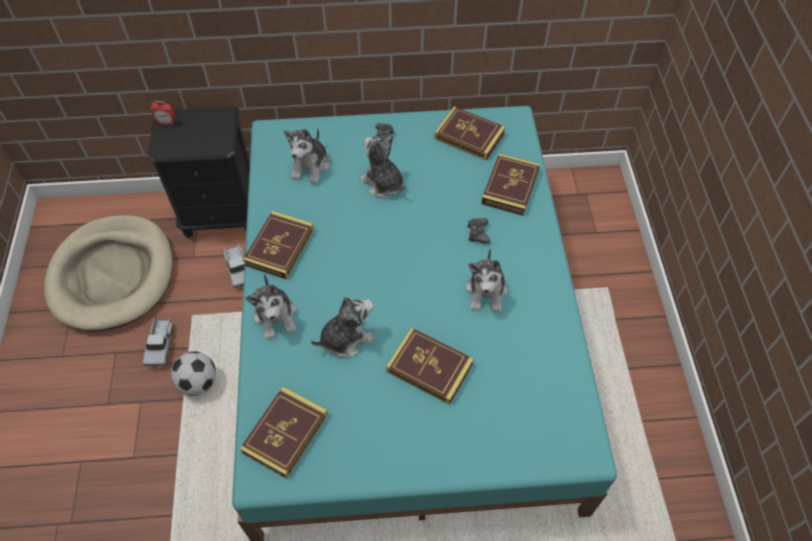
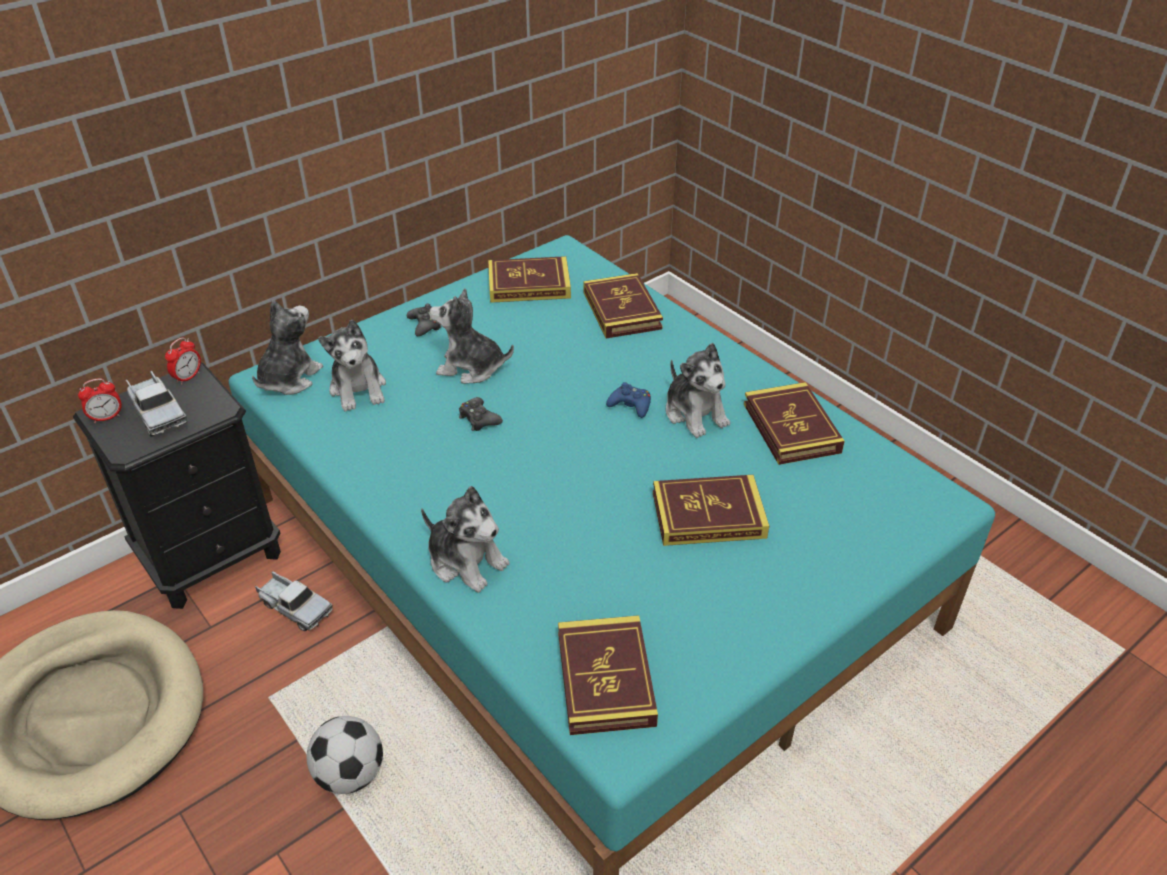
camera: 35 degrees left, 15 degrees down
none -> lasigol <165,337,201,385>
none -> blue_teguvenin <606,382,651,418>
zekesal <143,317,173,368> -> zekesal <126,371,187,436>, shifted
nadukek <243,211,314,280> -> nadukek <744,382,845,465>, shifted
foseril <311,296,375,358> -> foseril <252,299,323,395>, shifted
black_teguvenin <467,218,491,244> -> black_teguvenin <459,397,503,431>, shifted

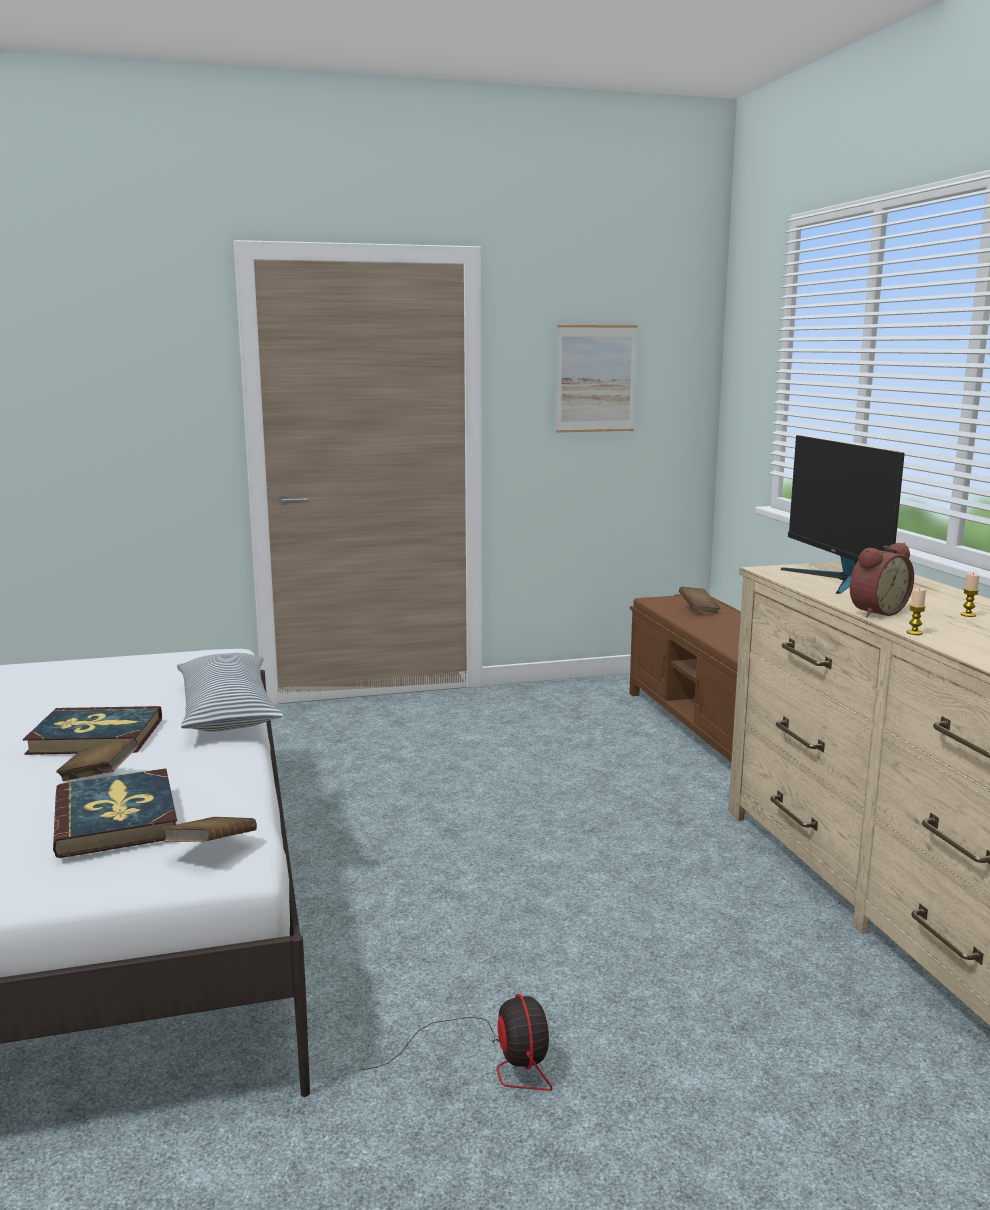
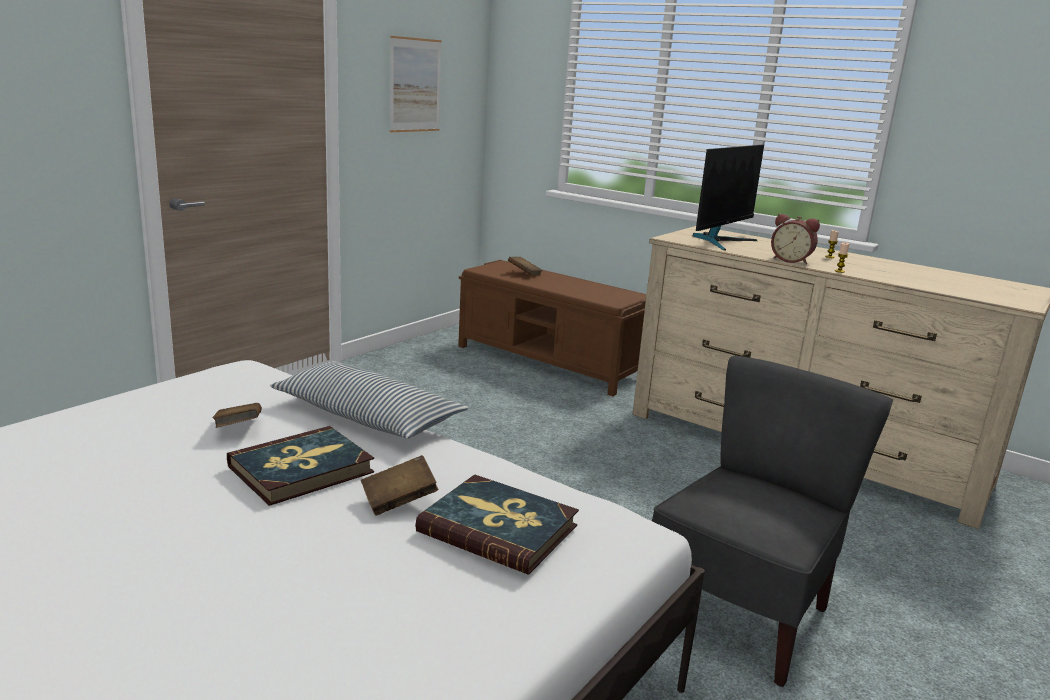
camera: 40 degrees left, 5 degrees up
brown_nadukek <163,817,257,842> -> brown_nadukek <212,403,262,428>, shifted
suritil <358,994,552,1091> -> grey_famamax <652,356,893,687>
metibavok <780,435,905,594> -> metibavok <693,145,764,251>, 90 degrees counterclockwise
lasigol <850,543,914,617> -> lasigol <771,214,820,265>, 105 degrees clockwise

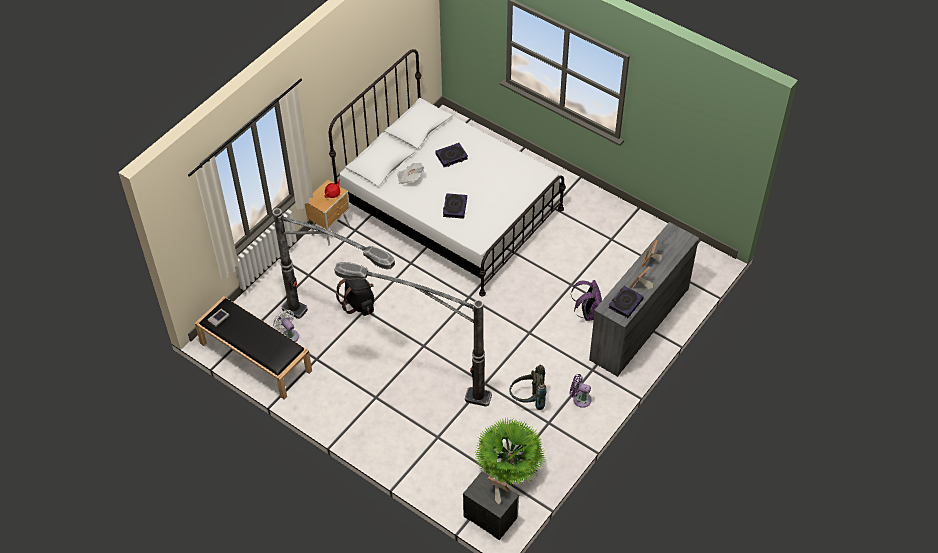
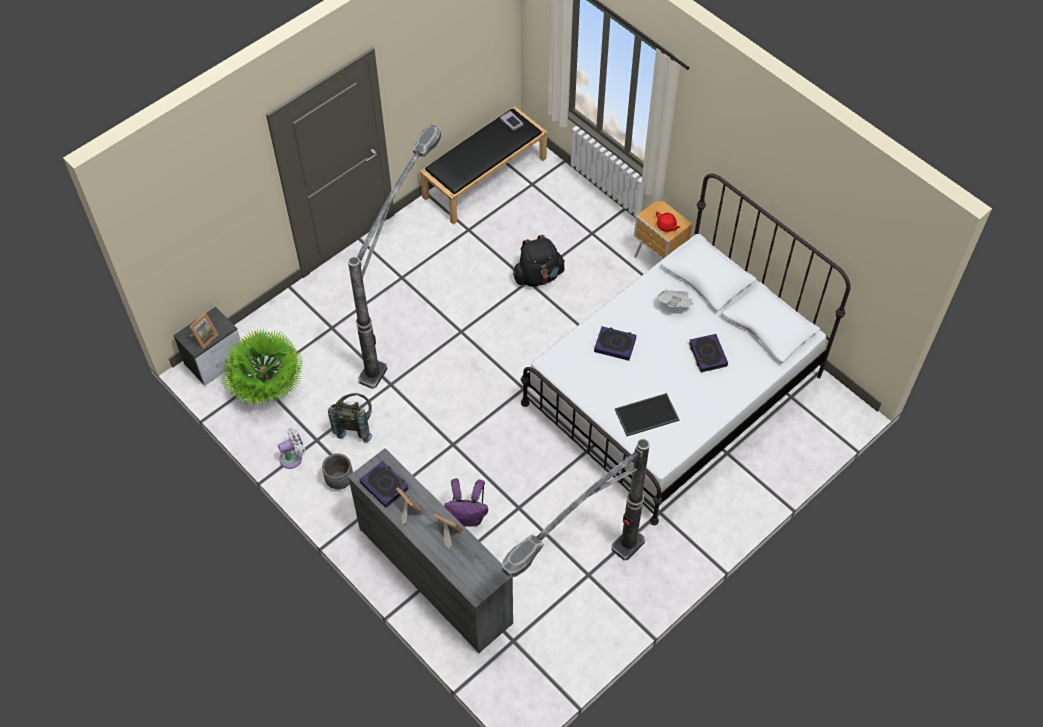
camera: 100 degrees right, 5 degrees up
none -> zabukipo <615,393,679,436>
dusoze <273,208,395,319> -> dusoze <502,438,650,578>, shifted
white_suritil <273,310,299,342> -> white_suritil <278,427,306,469>, shifted
purple_suritil <570,374,592,408> -> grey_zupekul <322,453,353,489>

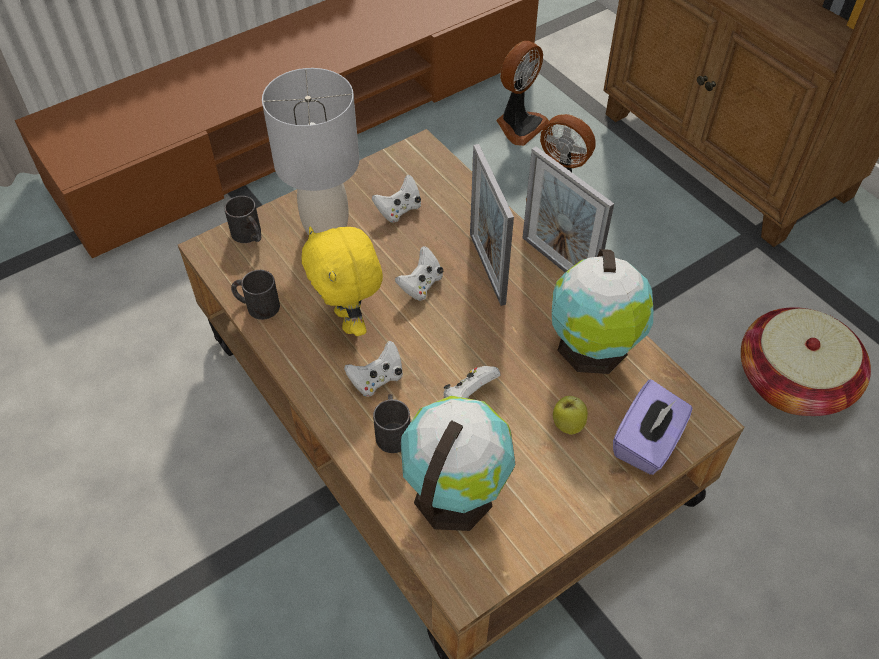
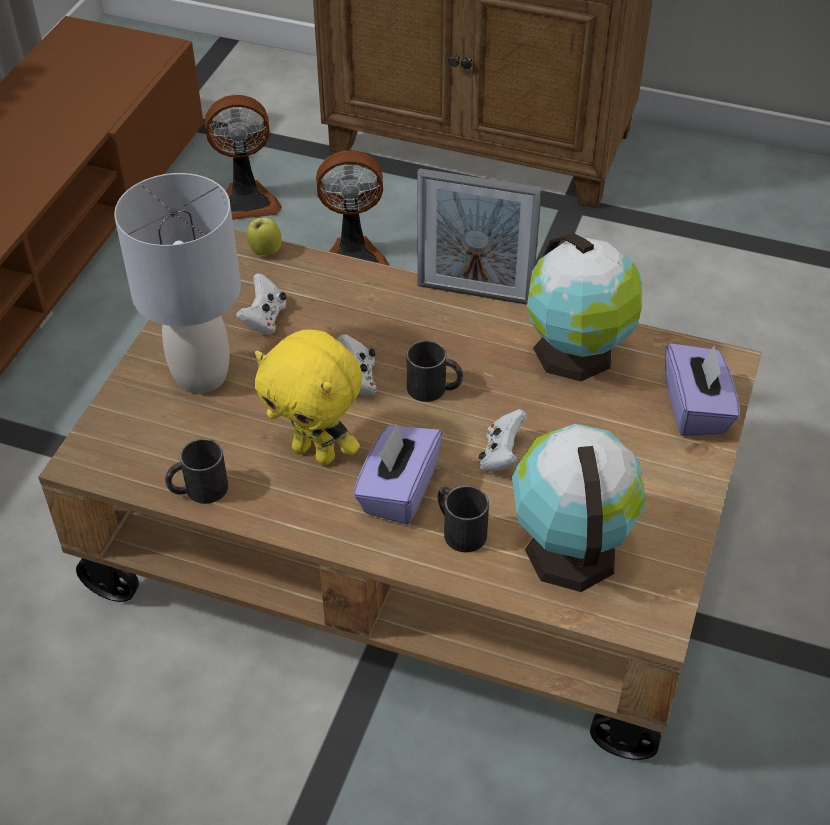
camera: 35 degrees left, 5 degrees down
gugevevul <470,144,514,306> -> none
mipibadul <741,307,871,416> -> none
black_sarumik <224,196,261,243> -> black_sarumik <407,340,463,402>, shifted
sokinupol <553,396,588,435> -> sokinupol <246,215,281,256>, shifted
white_teguvenin <344,341,403,397> -> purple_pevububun <353,424,442,525>
suritil <496,41,549,146> -> suritil <205,95,282,220>, 75 degrees clockwise

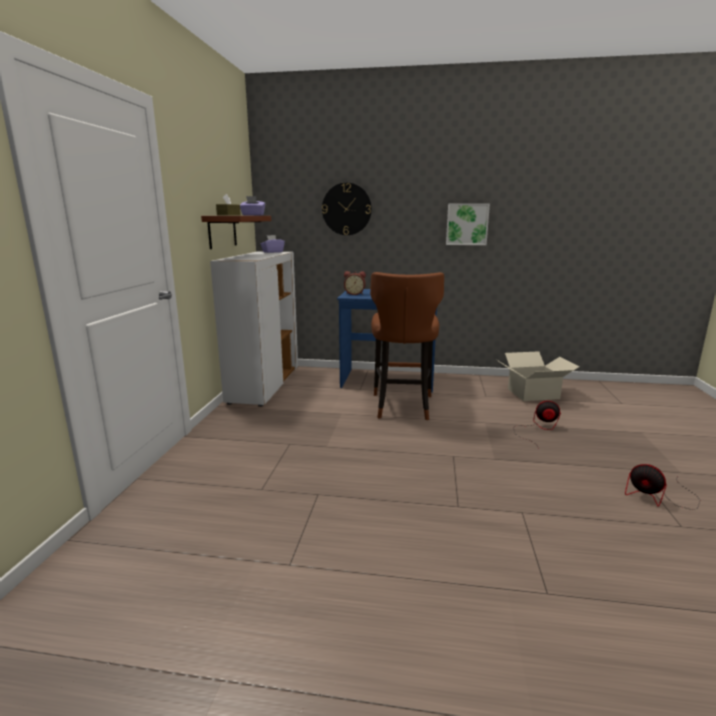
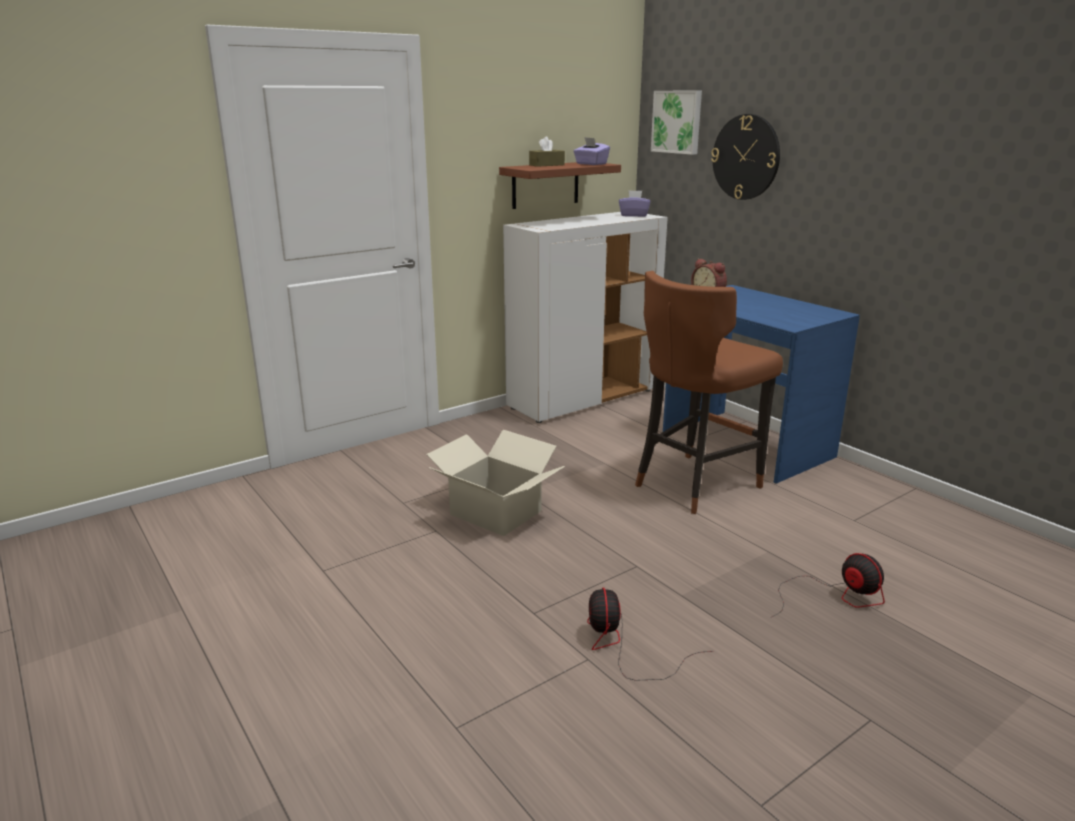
camera: 45 degrees right, 5 degrees up
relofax <446,203,490,245> -> relofax <651,90,702,155>, shifted
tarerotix <497,351,579,401> -> tarerotix <426,430,565,536>, shifted
suritil <625,464,700,510> -> suritil <587,588,713,681>, shifted

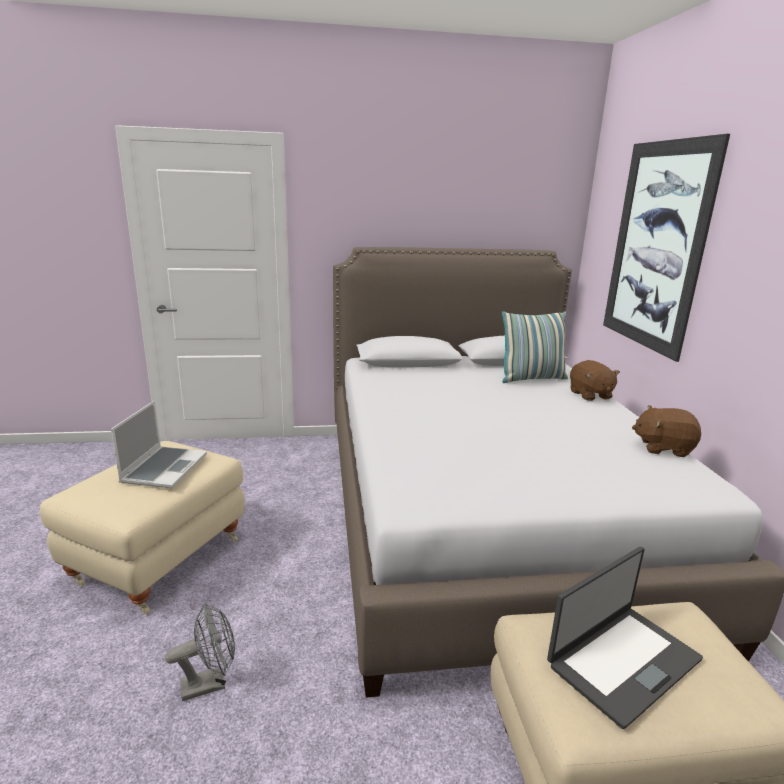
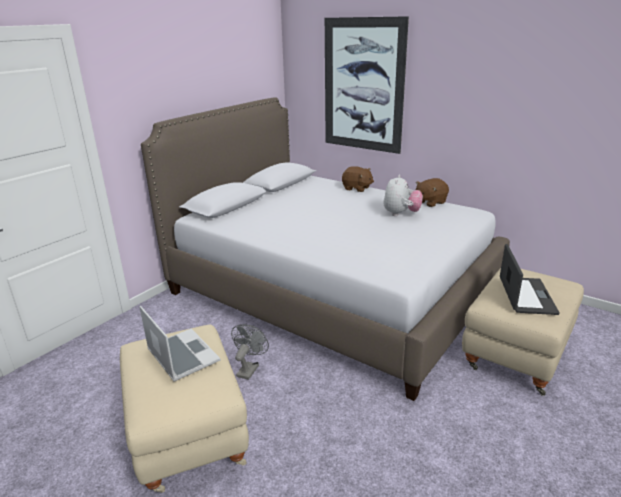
camera: 45 degrees left, 5 degrees up
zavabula <502,311,568,383> -> none
none -> foseril <384,175,423,216>
grey_suritil <165,603,235,701> -> grey_suritil <231,324,269,380>, shifted

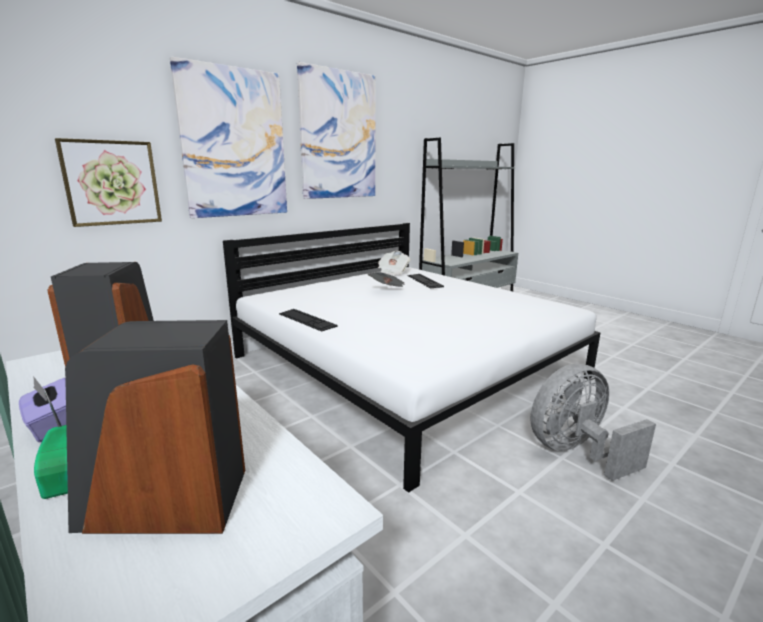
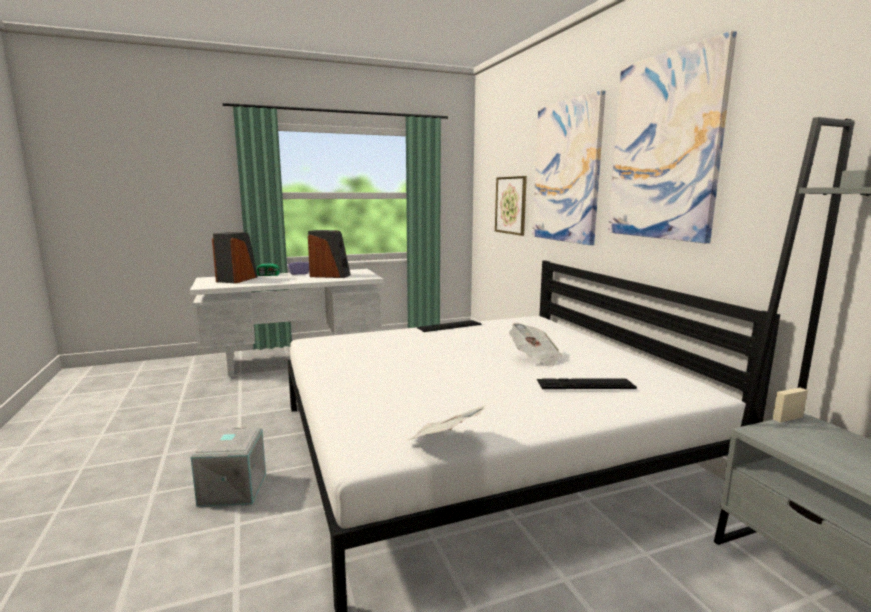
camera: 110 degrees right, 5 degrees down
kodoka <378,251,410,275> -> kodoka <406,405,485,441>, shifted
grey_suritil <530,363,656,481> -> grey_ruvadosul <191,427,266,507>

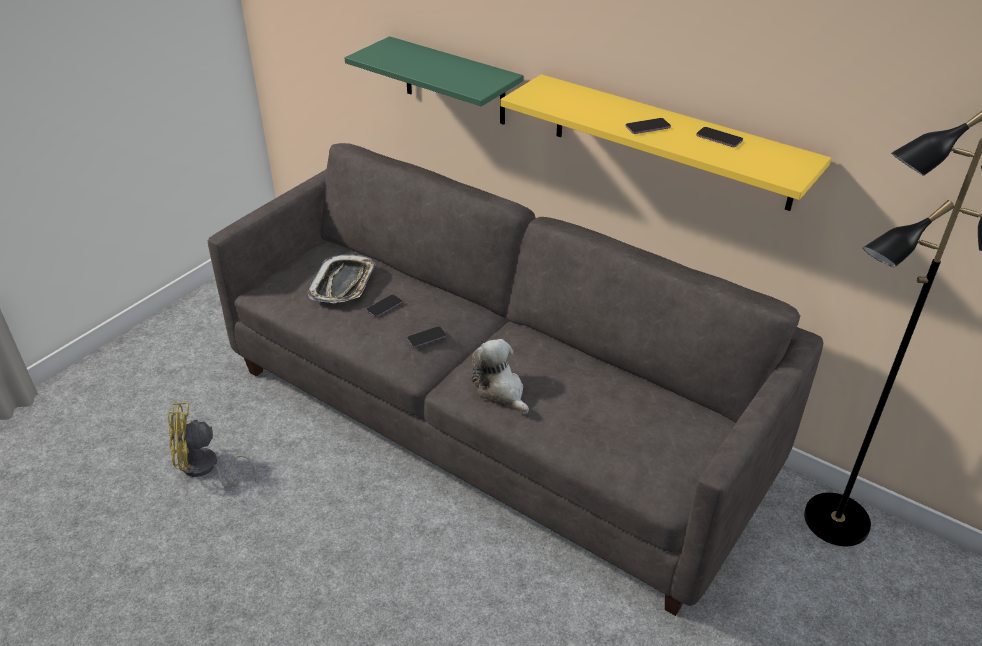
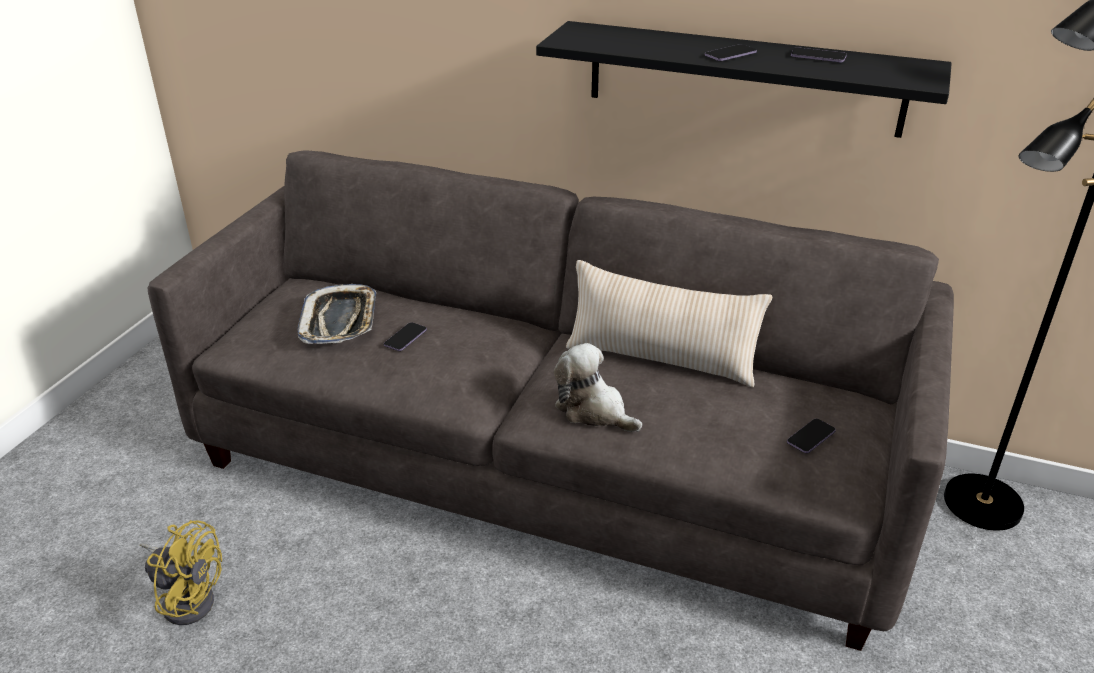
camera: 15 degrees left, 5 degrees down
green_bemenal <344,36,524,125> -> none
none -> beige_zavabula <566,260,772,387>
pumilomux <407,326,446,348> -> pumilomux <787,418,836,453>, shifted
yellow_bemenal <500,74,831,211> -> black_bemenal <536,21,952,138>
yellow_suritil <168,402,257,488> -> yellow_suritil <140,520,222,625>, 135 degrees counterclockwise

